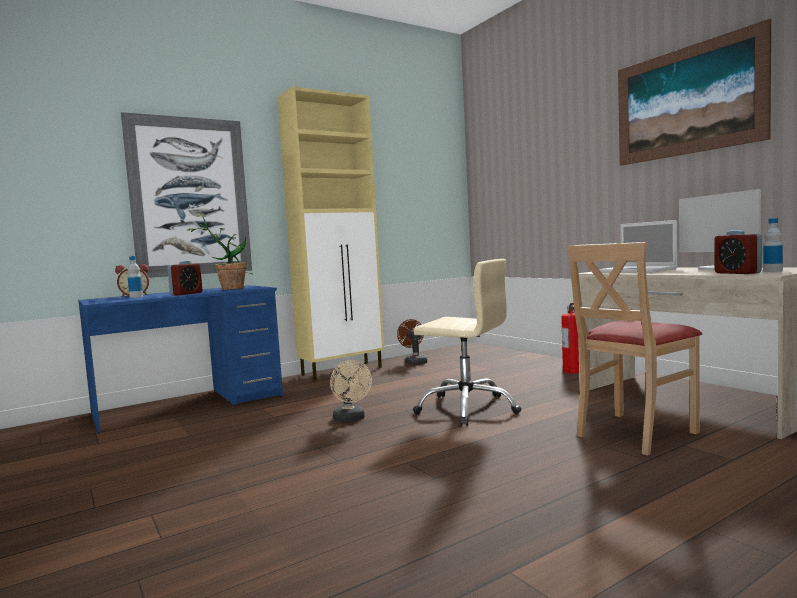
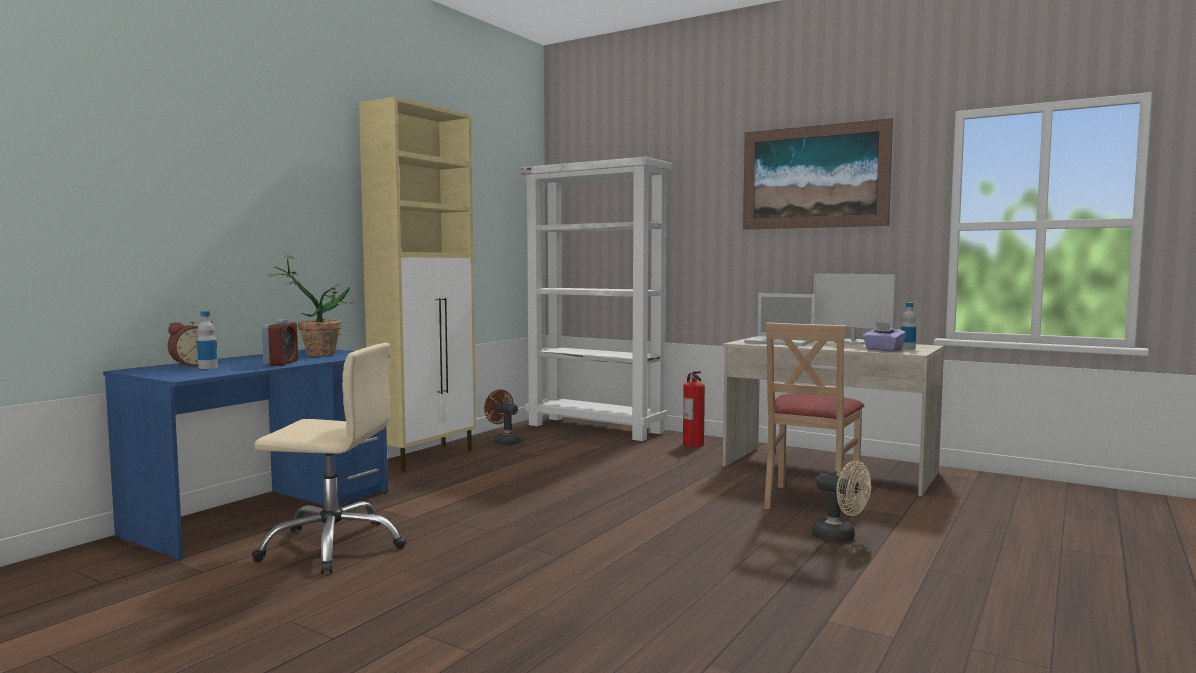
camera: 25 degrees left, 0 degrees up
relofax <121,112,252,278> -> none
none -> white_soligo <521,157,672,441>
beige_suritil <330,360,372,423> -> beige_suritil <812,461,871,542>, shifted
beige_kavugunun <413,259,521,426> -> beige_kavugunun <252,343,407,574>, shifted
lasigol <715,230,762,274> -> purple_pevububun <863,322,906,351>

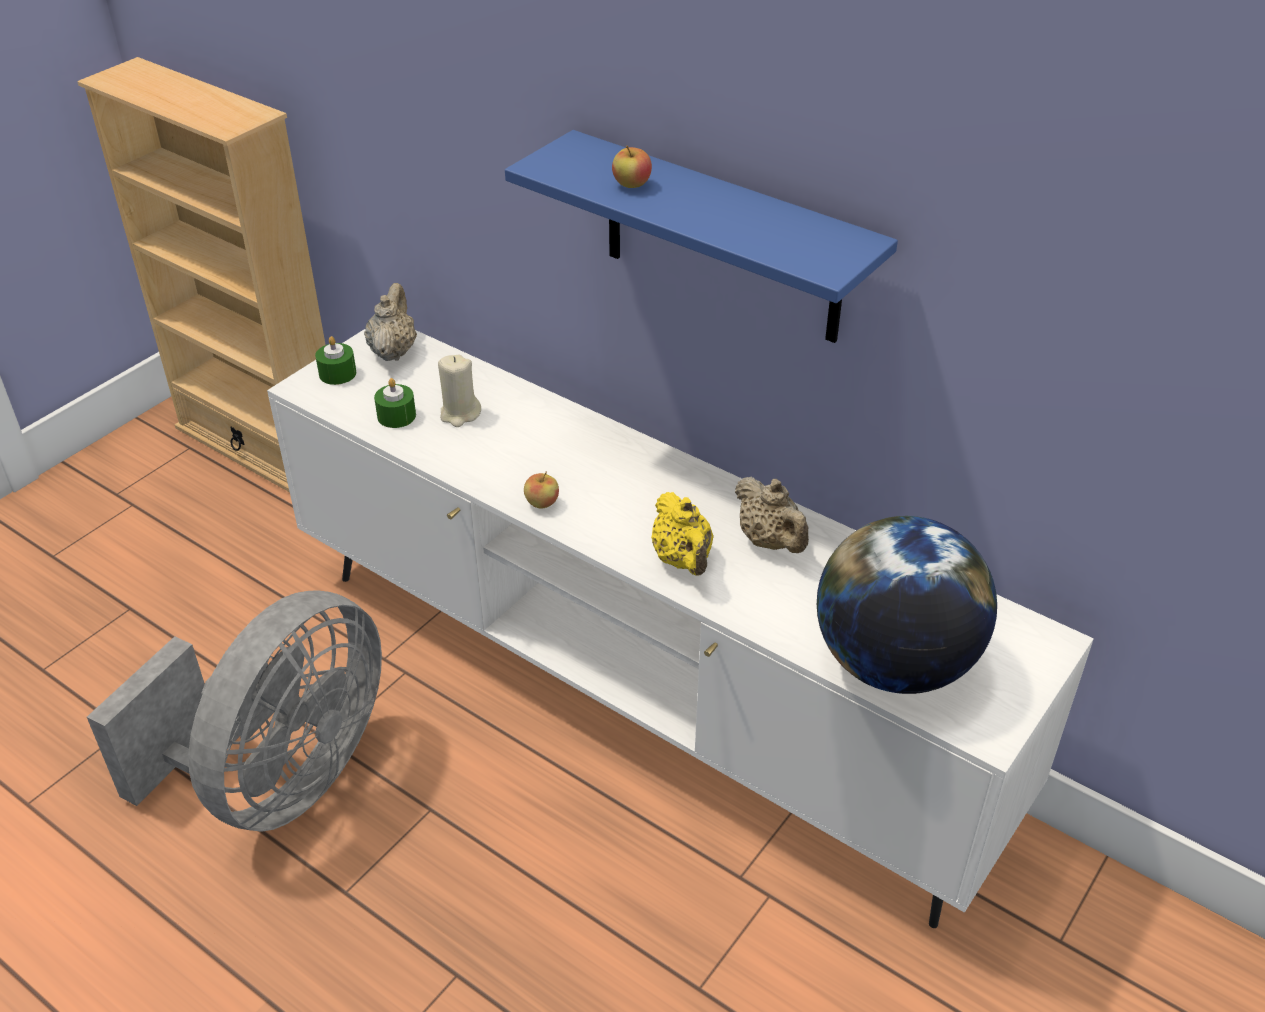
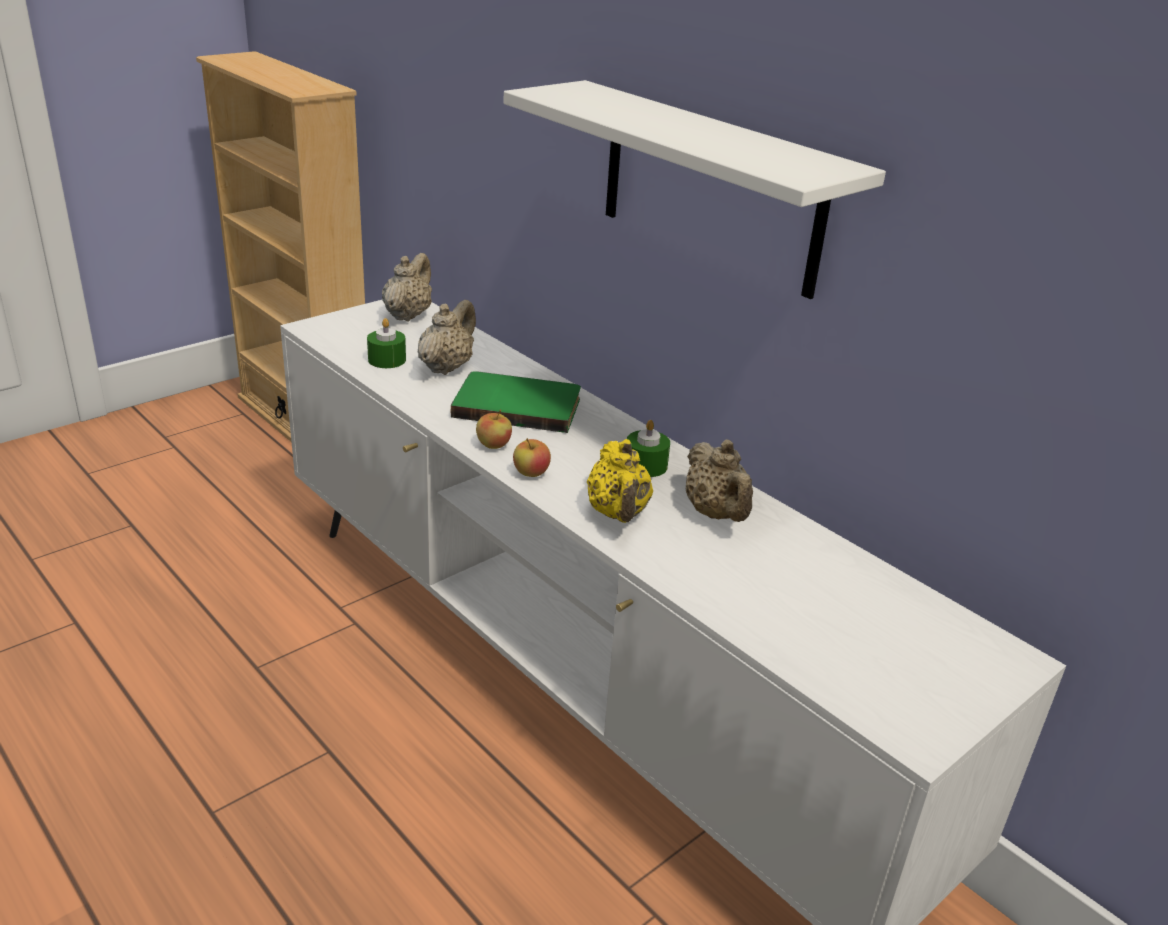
camera: 10 degrees right, 10 degrees down
grey_suritil <87,590,382,832> -> none
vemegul <817,516,997,694> -> none
none -> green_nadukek <451,371,581,433>
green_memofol <315,336,356,385> -> green_memofol <627,420,670,477>, shifted
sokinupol <612,145,652,188> -> sokinupol <513,438,551,477>, shifted
beige_memofol <438,355,481,427> -> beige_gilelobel <418,300,476,375>
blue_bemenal <505,130,898,343> -> white_bemenal <504,80,886,299>

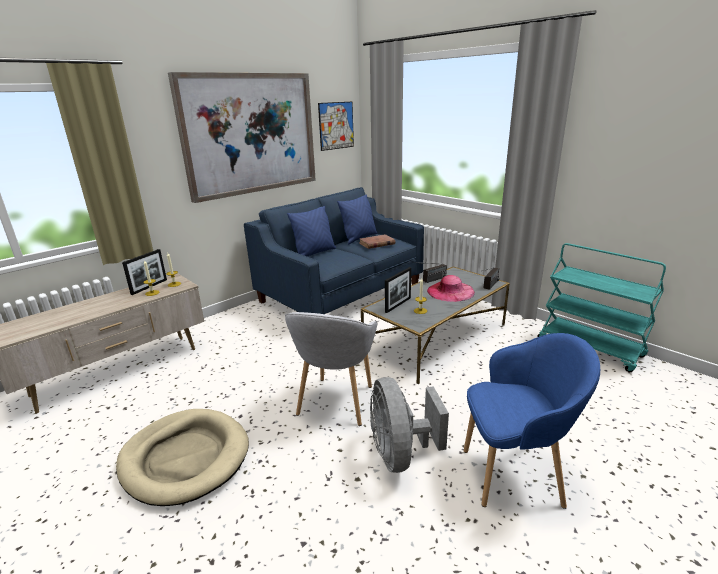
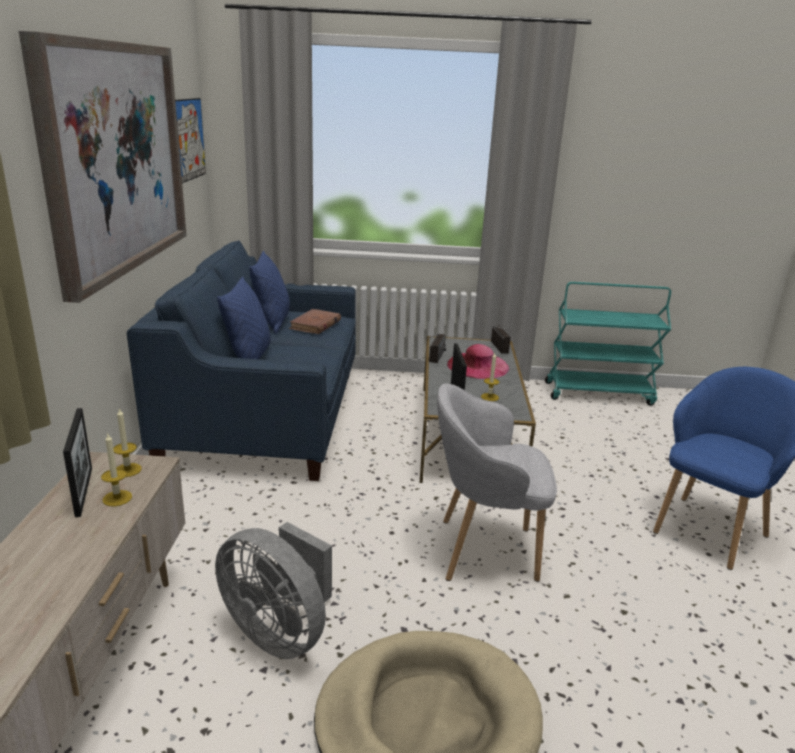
camera: 45 degrees left, 0 degrees up
grey_suritil <370,377,449,473> -> grey_suritil <215,522,332,659>, shifted
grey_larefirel <285,312,377,426> -> grey_larefirel <437,384,557,582>, 120 degrees clockwise

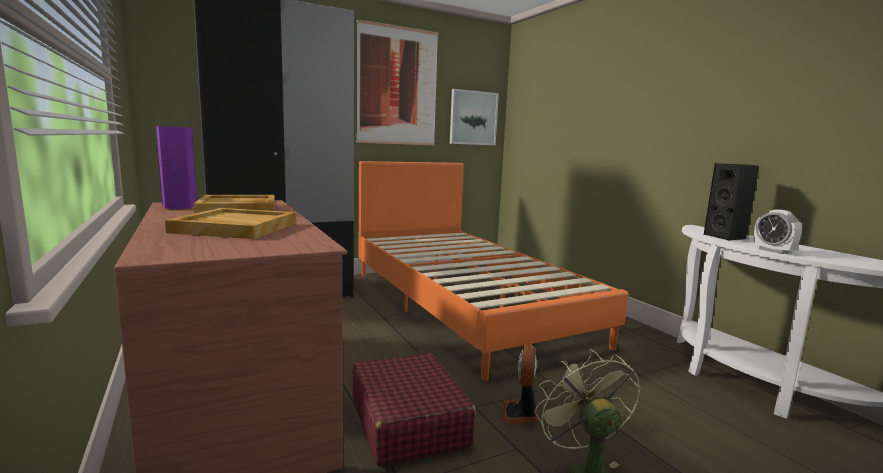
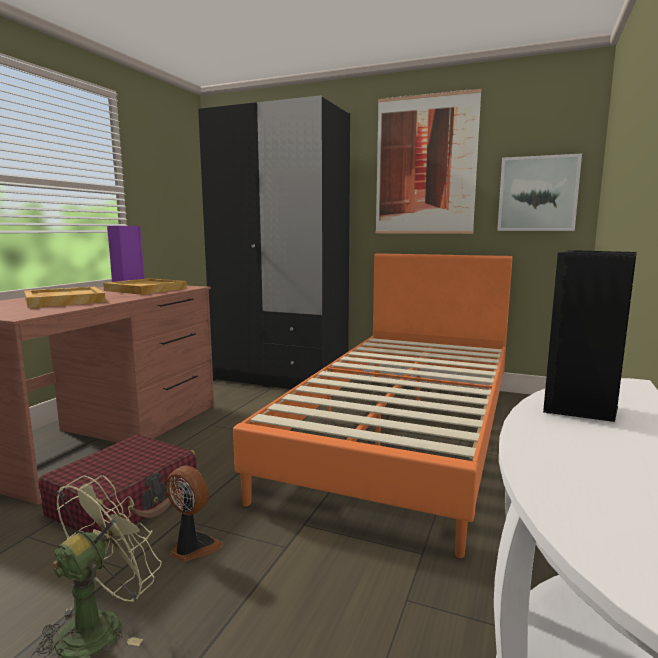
camera: 50 degrees right, 0 degrees up
lasigol <754,209,802,254> -> none
suritil <502,344,539,425> -> suritil <166,465,223,562>, 60 degrees clockwise

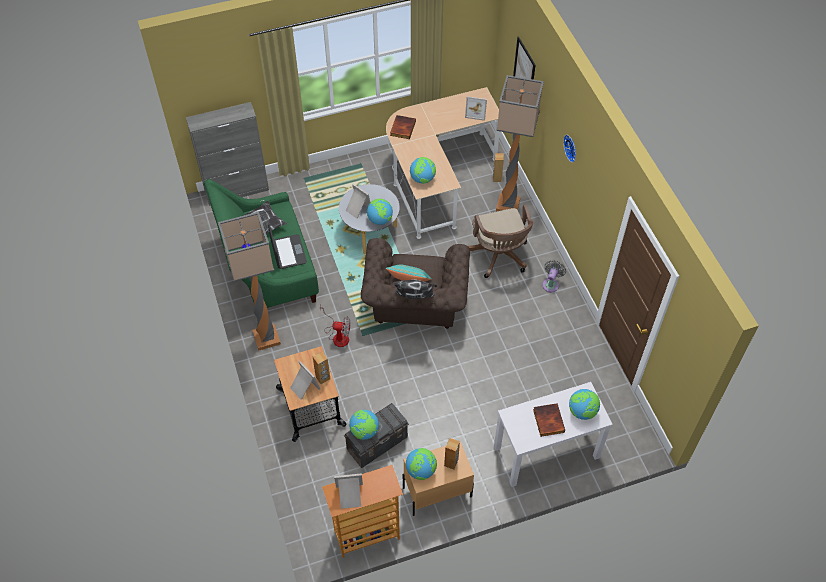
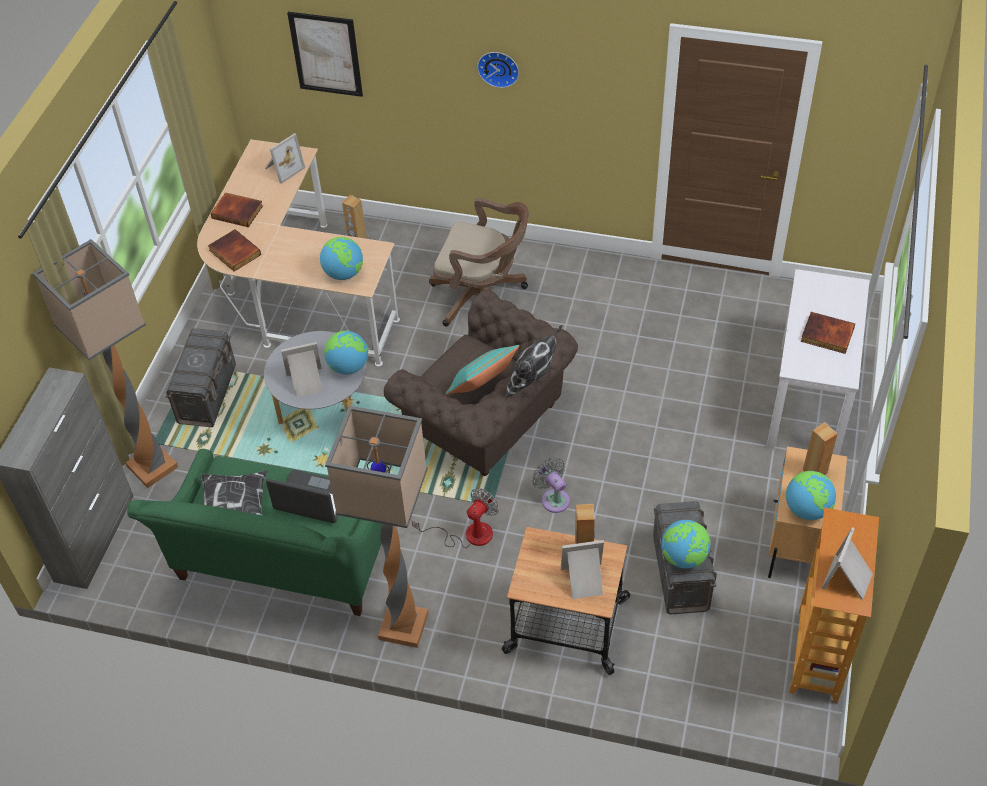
camera: 55 degrees left, 5 degrees down
vemegul <569,389,600,420> -> none
none -> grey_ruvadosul <166,328,236,427>
none -> nadukek <210,192,263,227>
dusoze <496,75,544,211> -> dusoze <32,239,178,488>, shifted
grey_suritil <542,260,566,292> -> grey_suritil <532,457,570,513>, shifted

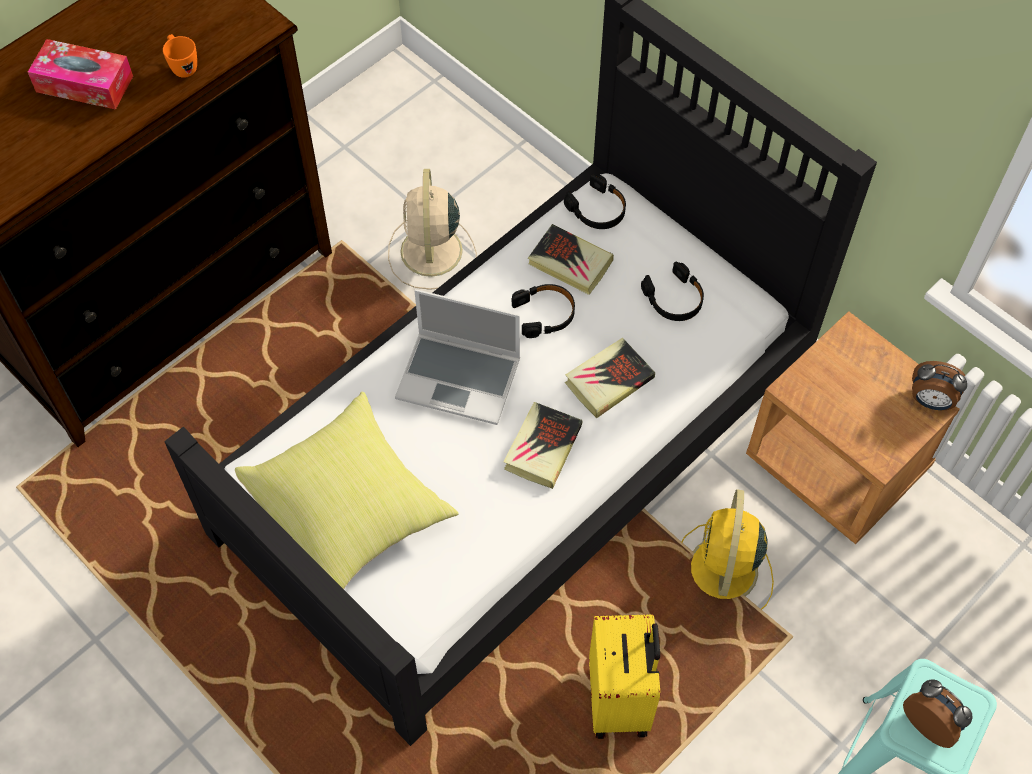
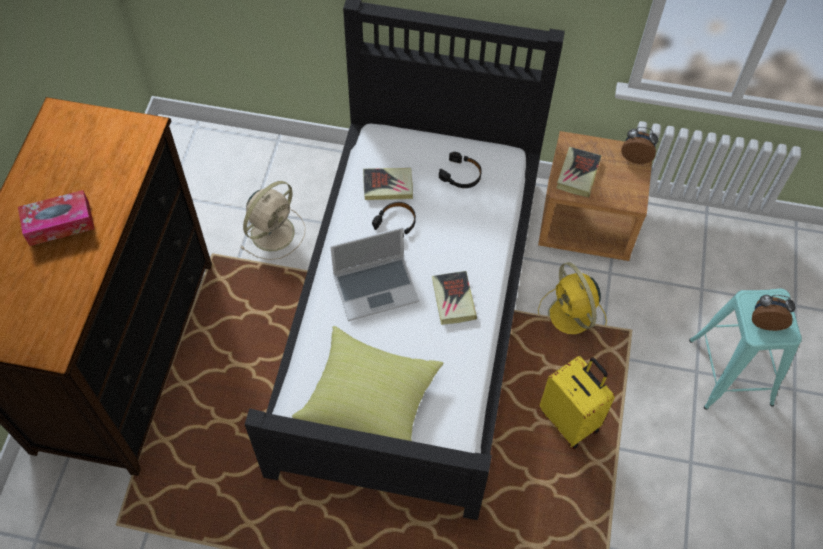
camera: 35 degrees left, 0 degrees up
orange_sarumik <163,34,197,78> -> none
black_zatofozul <564,174,626,229> -> none
nadukek <565,338,655,419> -> nadukek <557,147,601,198>, shifted
beige_suritil <388,169,477,290> -> beige_suritil <240,181,306,260>, 105 degrees counterclockwise
lasigol <912,361,967,410> -> lasigol <621,127,658,164>, 150 degrees counterclockwise

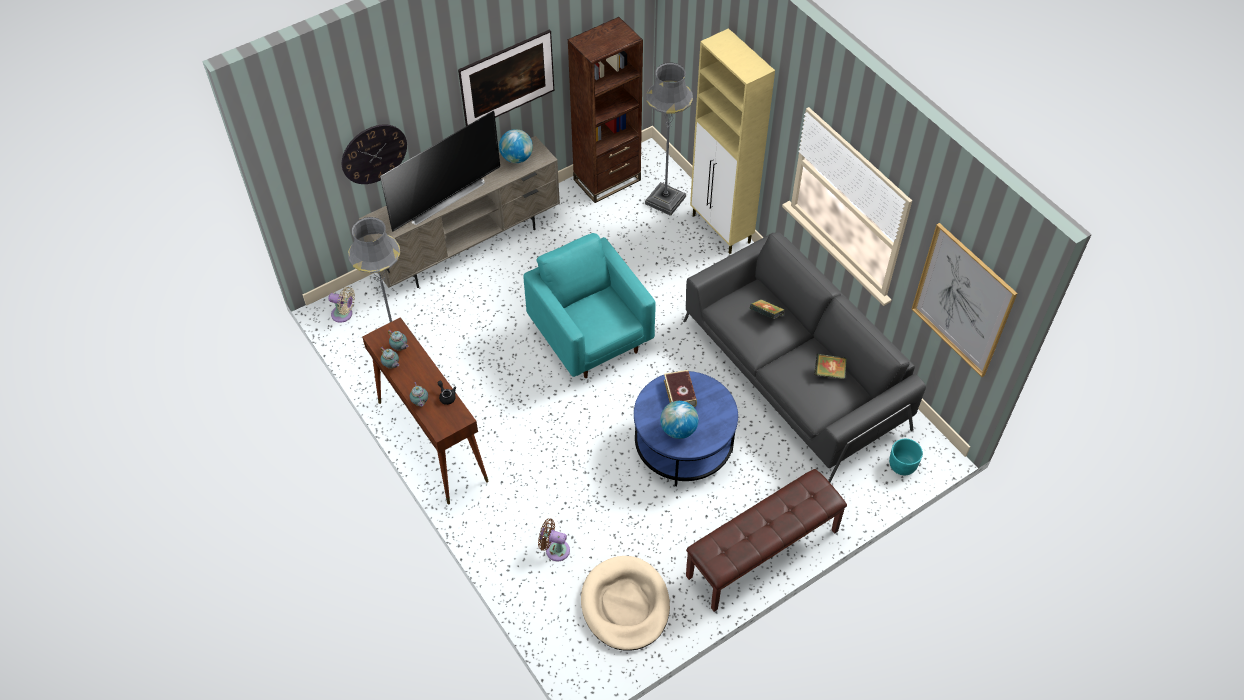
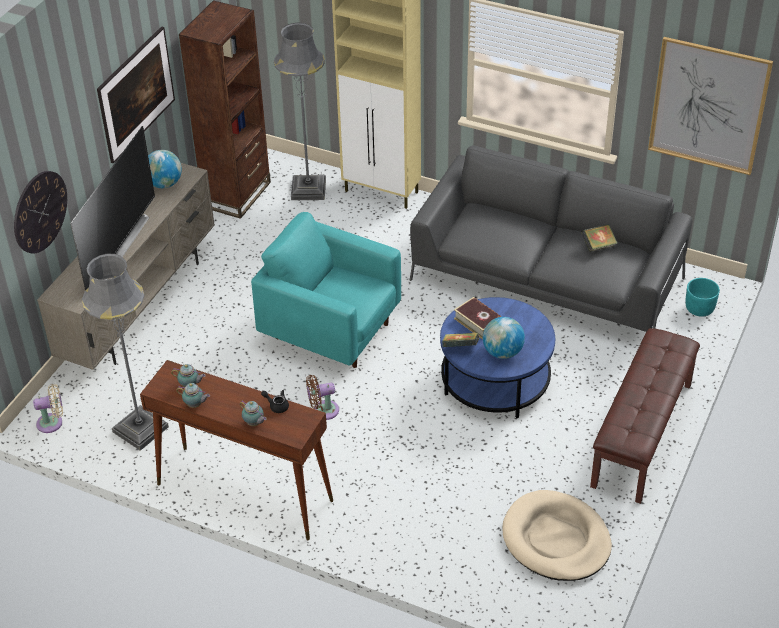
camera: 30 degrees left, 10 degrees down
brown_suritil <538,518,570,561> -> brown_suritil <306,375,339,420>, shifted
nadukek <749,299,785,319> -> nadukek <442,333,479,347>, shifted

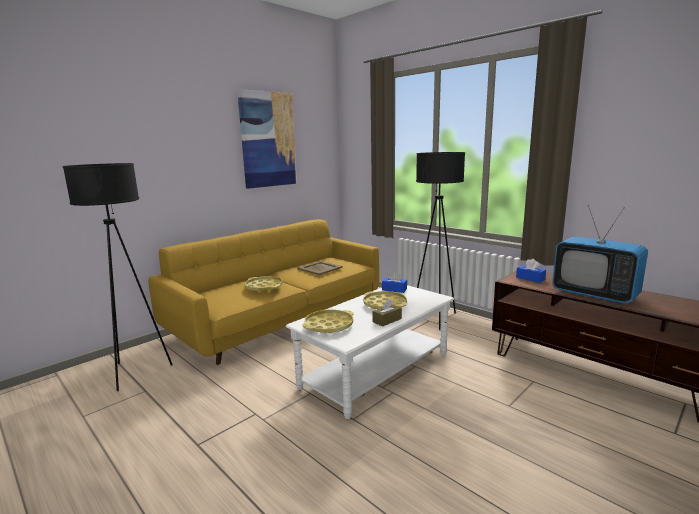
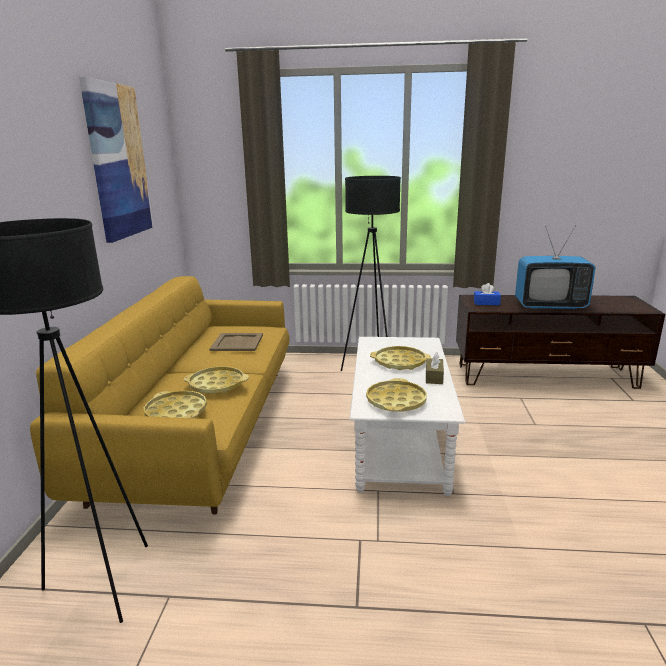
camera: 40 degrees left, 5 degrees up
blue_pevububun <382,271,407,293> -> none
none -> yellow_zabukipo <144,391,207,418>

